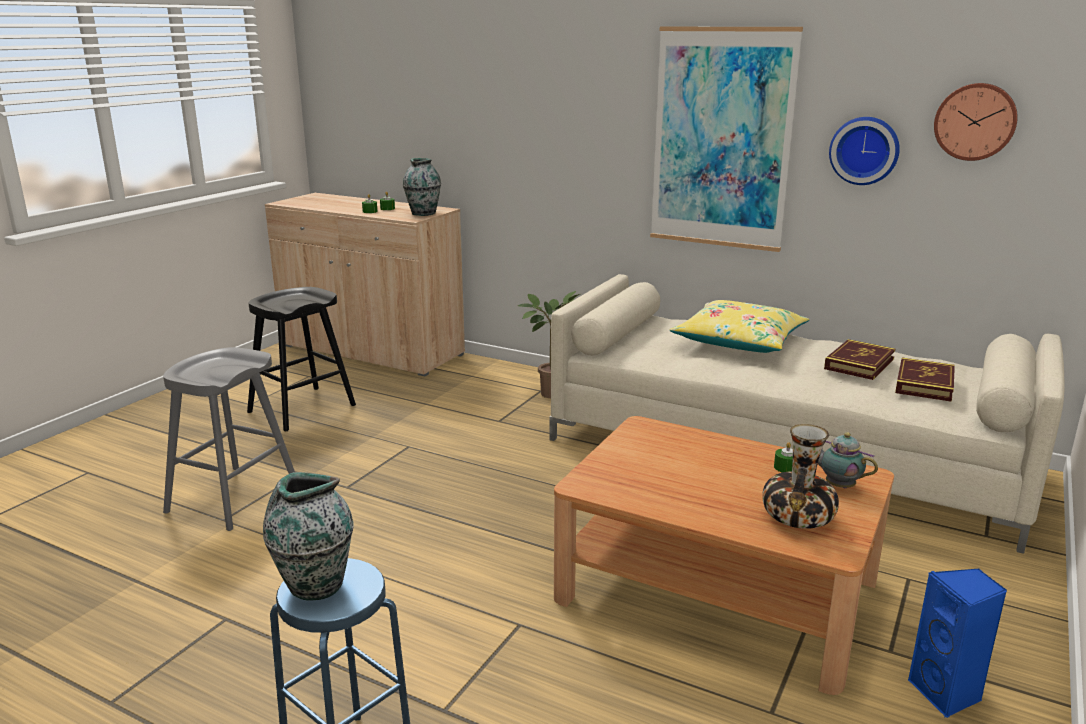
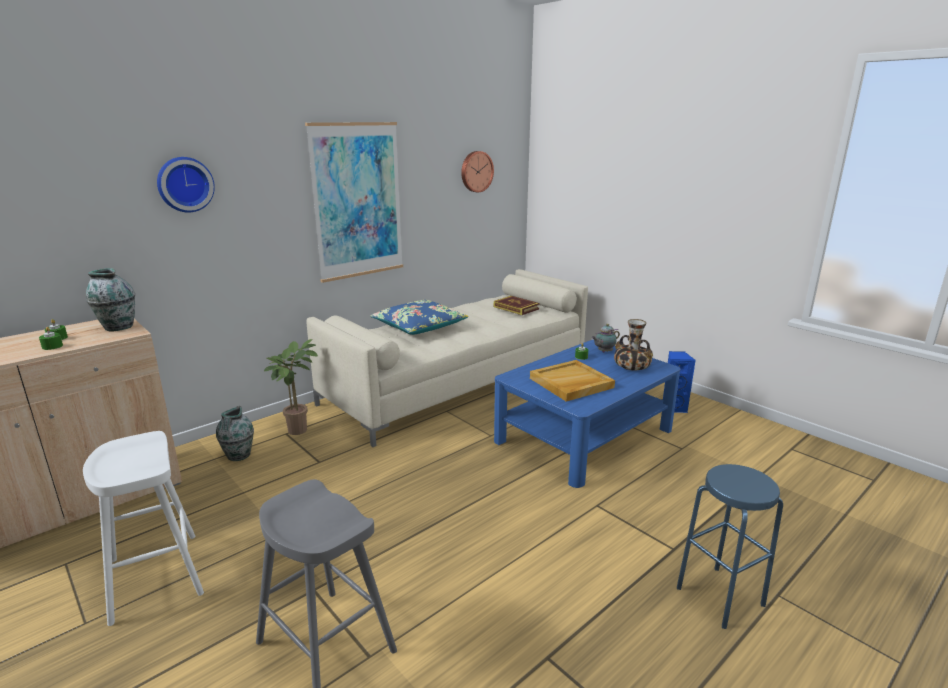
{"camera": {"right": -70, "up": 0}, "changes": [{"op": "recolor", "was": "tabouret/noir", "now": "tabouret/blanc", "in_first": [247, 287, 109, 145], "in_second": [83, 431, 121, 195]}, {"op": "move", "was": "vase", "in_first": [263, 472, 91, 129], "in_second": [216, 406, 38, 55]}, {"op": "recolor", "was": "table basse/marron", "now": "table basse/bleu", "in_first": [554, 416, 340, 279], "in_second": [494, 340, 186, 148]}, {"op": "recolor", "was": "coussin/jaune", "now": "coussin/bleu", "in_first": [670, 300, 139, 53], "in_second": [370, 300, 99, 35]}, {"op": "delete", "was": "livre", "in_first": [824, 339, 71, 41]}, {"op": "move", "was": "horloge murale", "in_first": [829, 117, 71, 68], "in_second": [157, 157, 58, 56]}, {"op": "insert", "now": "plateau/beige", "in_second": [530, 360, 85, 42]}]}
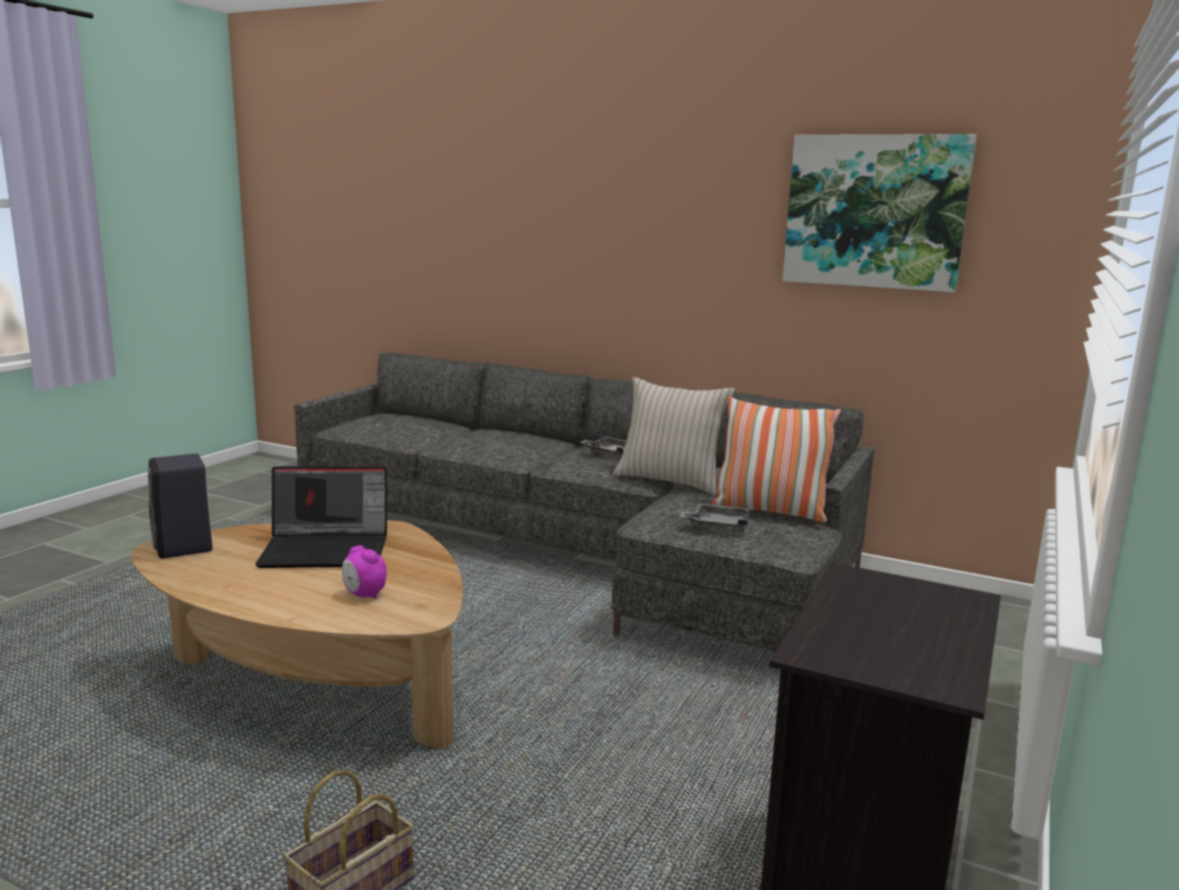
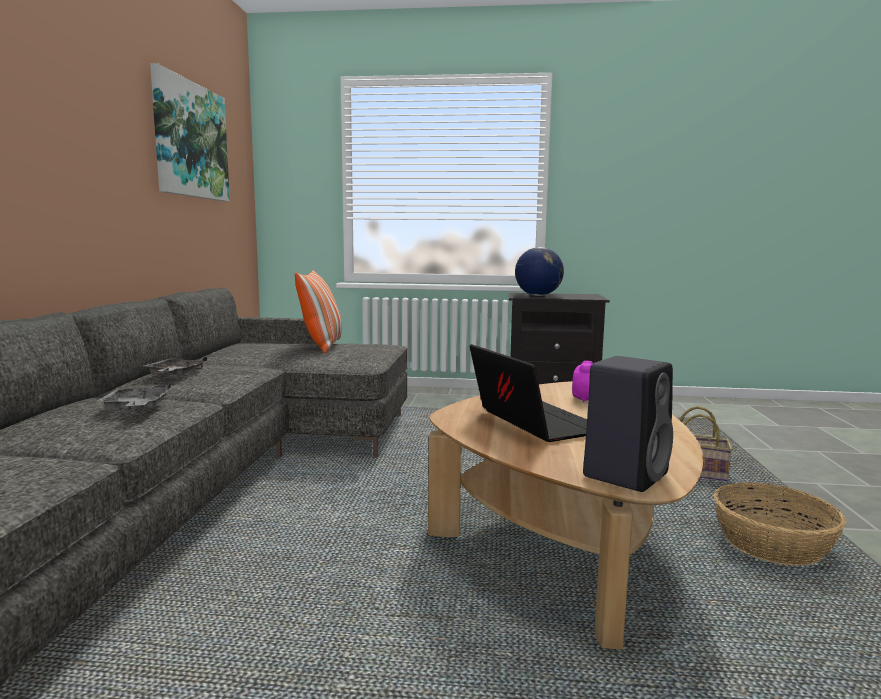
{"camera": {"right": -110, "up": -5}, "changes": [{"op": "delete", "was": "coussin/beige", "in_first": [613, 377, 122, 119]}, {"op": "move", "was": "plateau/gris", "in_first": [680, 503, 69, 29], "in_second": [95, 383, 76, 28]}, {"op": "insert", "now": "globe", "in_second": [515, 247, 49, 49]}, {"op": "insert", "now": "panier", "in_second": [713, 482, 134, 84]}]}
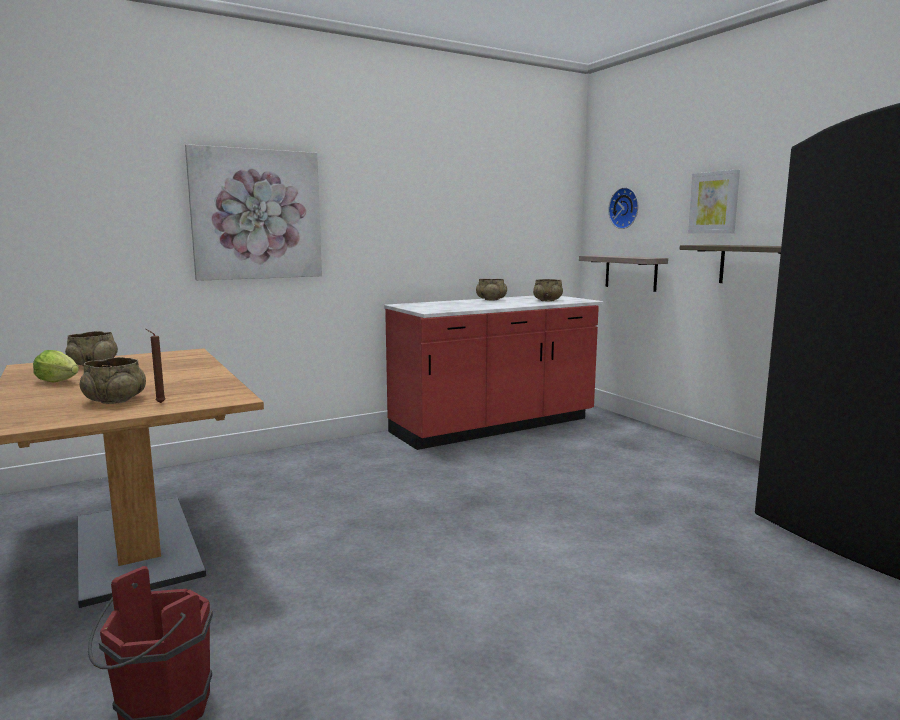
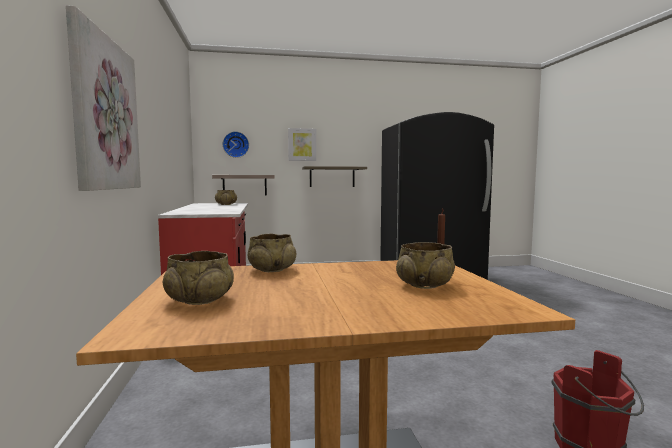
{"camera": {"right": -70, "up": -5}, "changes": [{"op": "delete", "was": "laitue", "in_first": [33, 350, 46, 33]}, {"op": "move", "was": "bol/beige", "in_first": [476, 279, 31, 22], "in_second": [248, 234, 48, 38]}]}
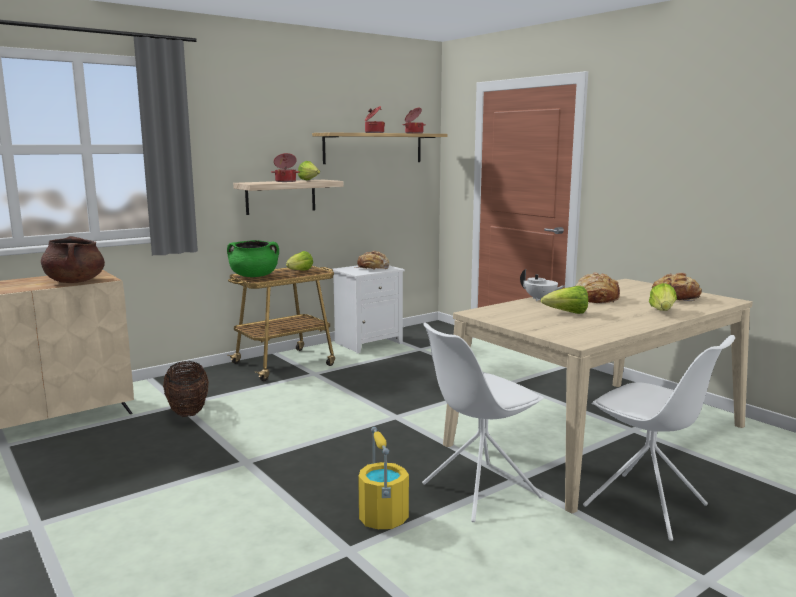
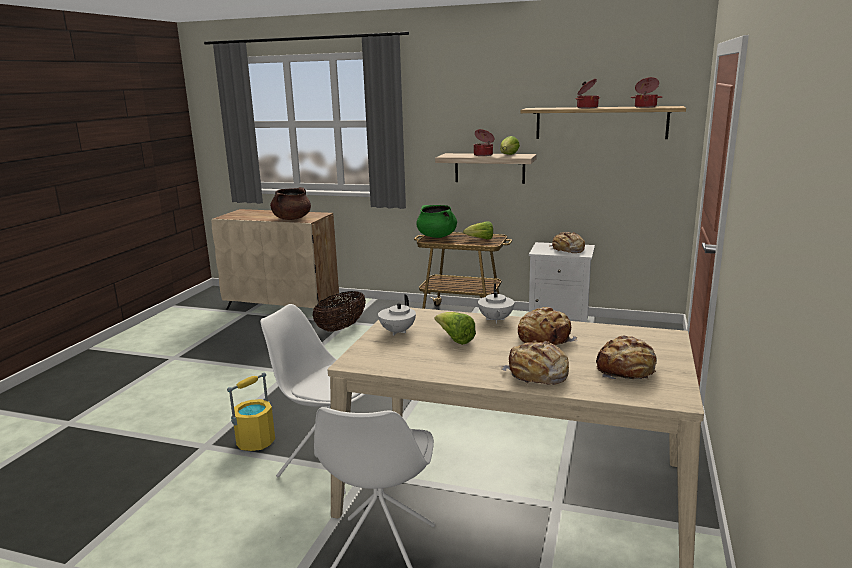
{"camera": {"right": 55, "up": 5}, "changes": [{"op": "replace", "was": "laitue", "now": "pain", "in_first": [649, 283, 28, 28], "in_second": [499, 340, 70, 45]}, {"op": "insert", "now": "théière/blanc", "in_second": [378, 294, 38, 42]}]}
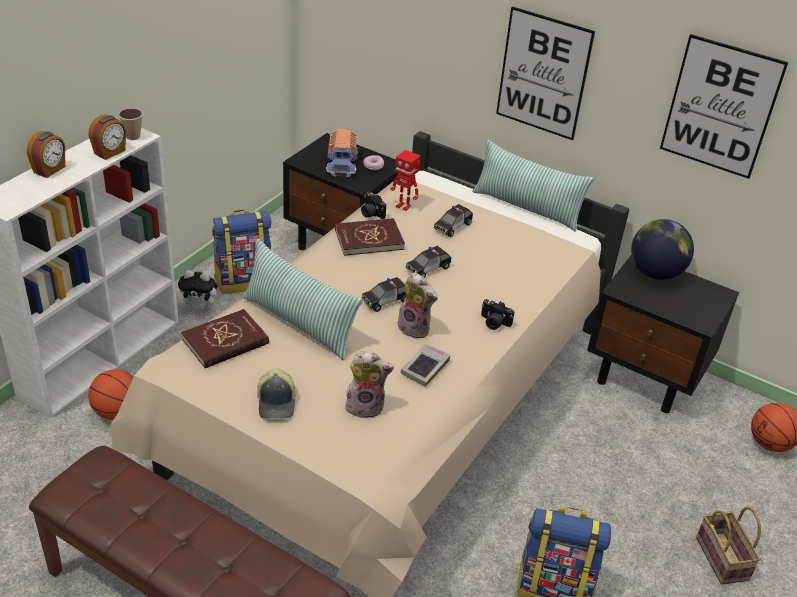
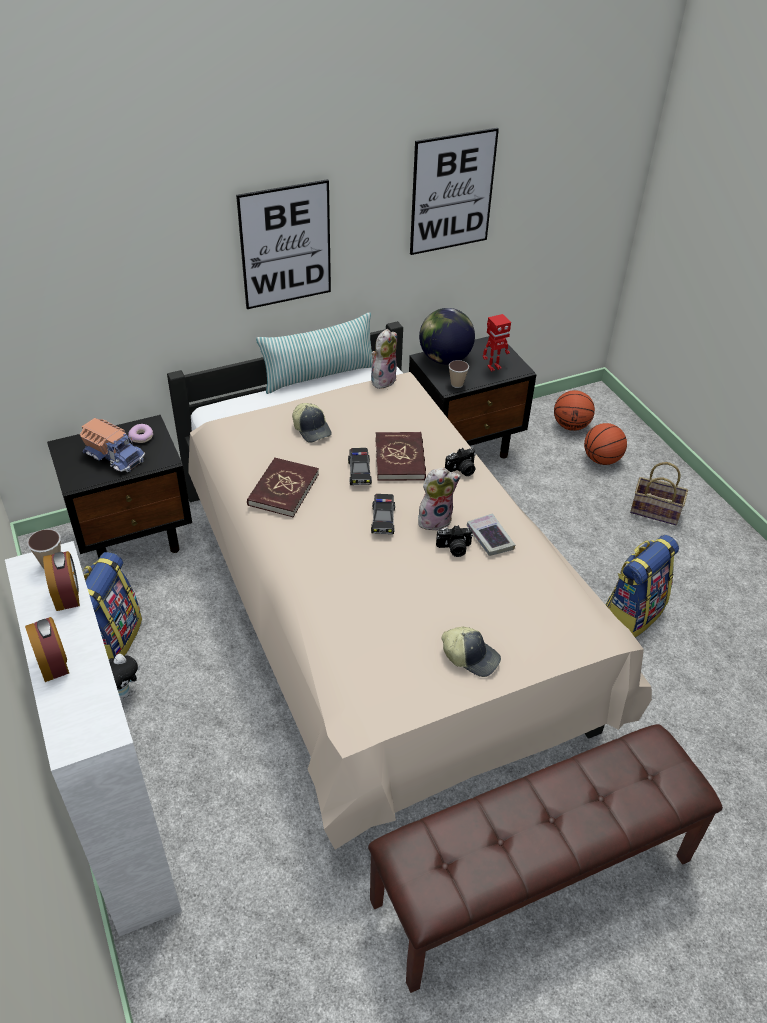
{"camera": {"right": -55, "up": 5}, "changes": [{"op": "move", "was": "ballon de basket", "in_first": [88, 370, 45, 50], "in_second": [584, 423, 43, 42]}, {"op": "move", "was": "livre/rouge", "in_first": [181, 309, 88, 59], "in_second": [375, 432, 51, 49]}, {"op": "delete", "was": "coussin", "in_first": [243, 239, 120, 122]}, {"op": "move", "was": "peluche", "in_first": [345, 351, 49, 68], "in_second": [371, 329, 26, 60]}, {"op": "move", "was": "appareil photo", "in_first": [361, 192, 25, 27], "in_second": [436, 525, 37, 32]}, {"op": "move", "was": "robot jouet", "in_first": [390, 150, 31, 61], "in_second": [483, 314, 28, 58]}, {"op": "replace", "was": "petite voiture", "now": "casquette", "in_first": [434, 204, 39, 33], "in_second": [292, 403, 40, 40]}, {"op": "insert", "now": "tasse", "in_second": [448, 360, 21, 28]}]}
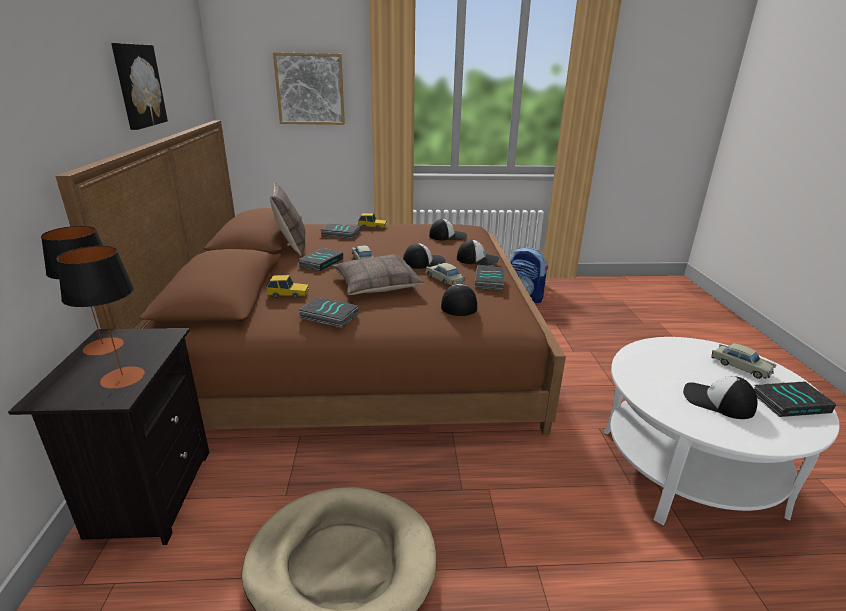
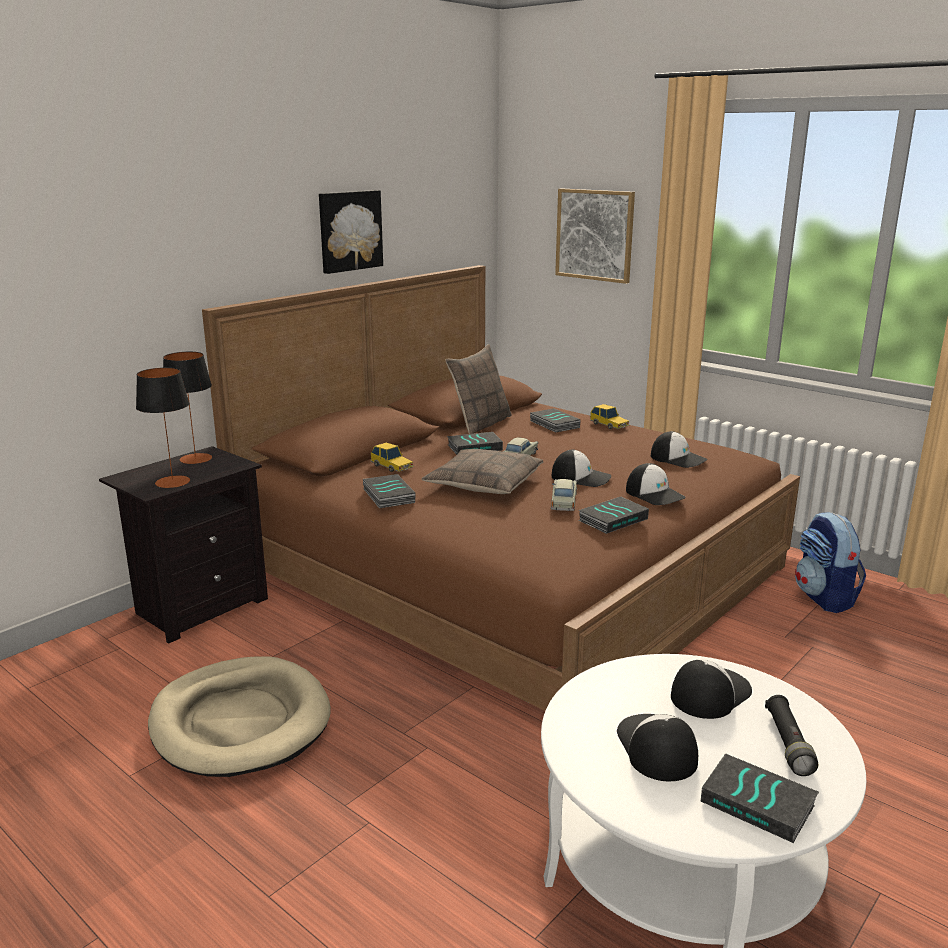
{"camera": {"right": 45, "up": -5}, "changes": [{"op": "move", "was": "casquette", "in_first": [441, 284, 36, 32], "in_second": [671, 659, 81, 60]}, {"op": "replace", "was": "petite voiture/beige", "now": "lampe de poche/noir", "in_first": [711, 343, 66, 36], "in_second": [765, 695, 53, 81]}]}
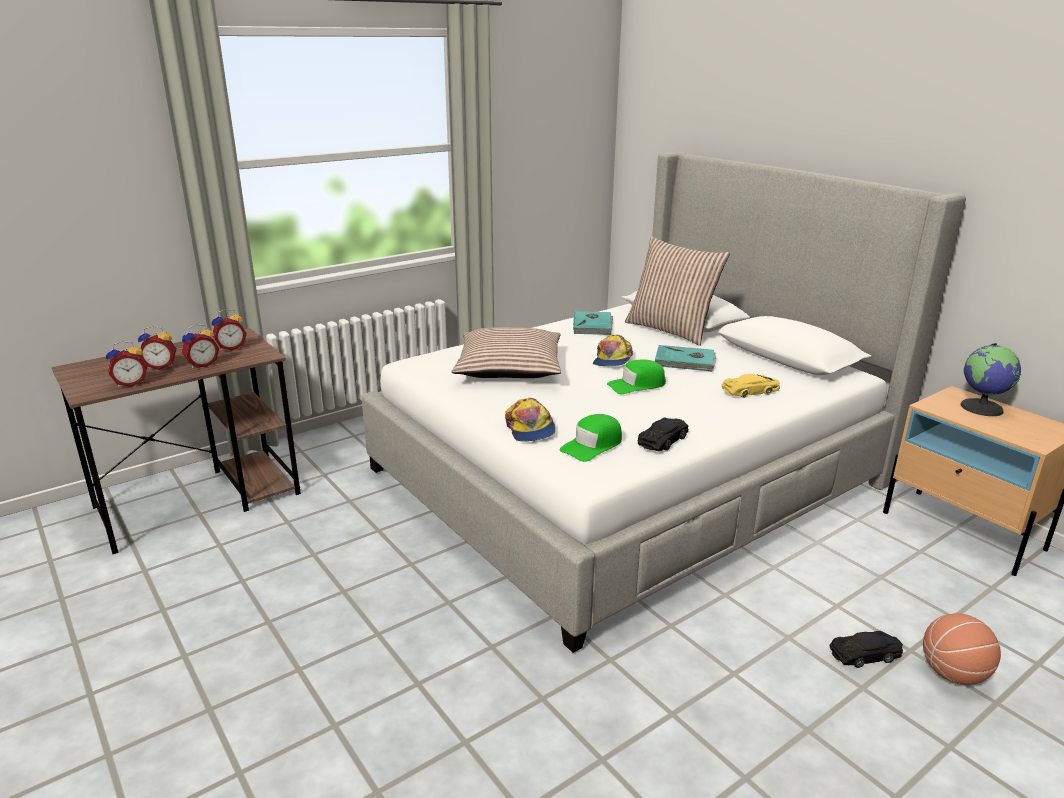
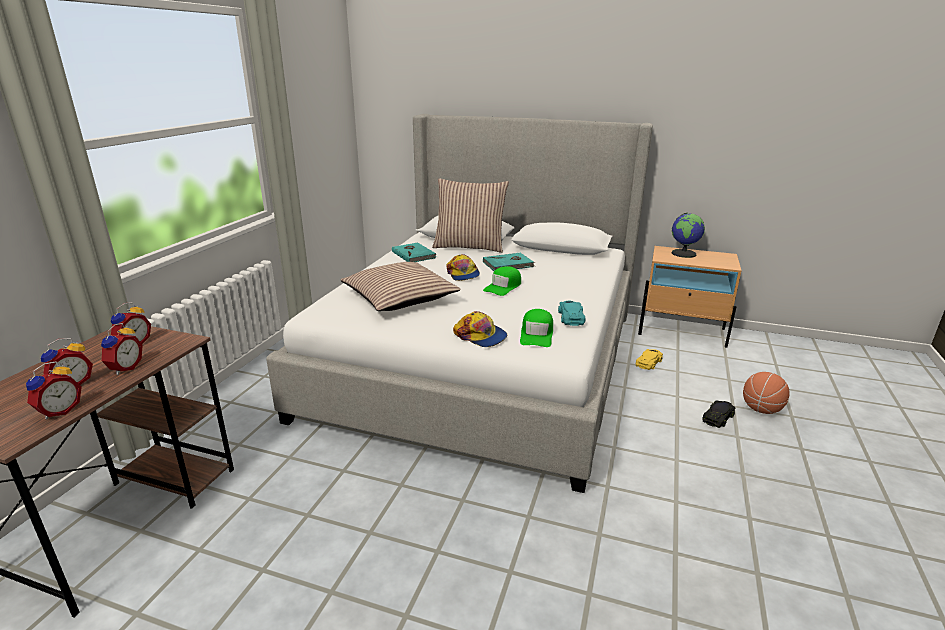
{"camera": {"right": -35, "up": 0}, "changes": [{"op": "recolor", "was": "petite voiture/noir", "now": "petite voiture/turquoise", "in_first": [638, 418, 50, 33], "in_second": [558, 301, 27, 25]}, {"op": "move", "was": "petite voiture/jaune", "in_first": [721, 374, 59, 24], "in_second": [636, 349, 27, 21]}]}
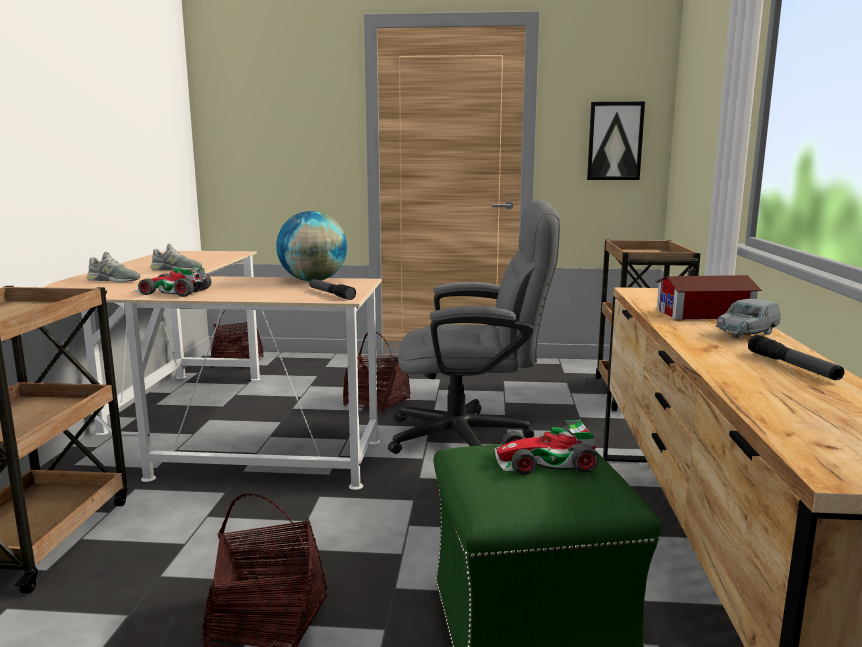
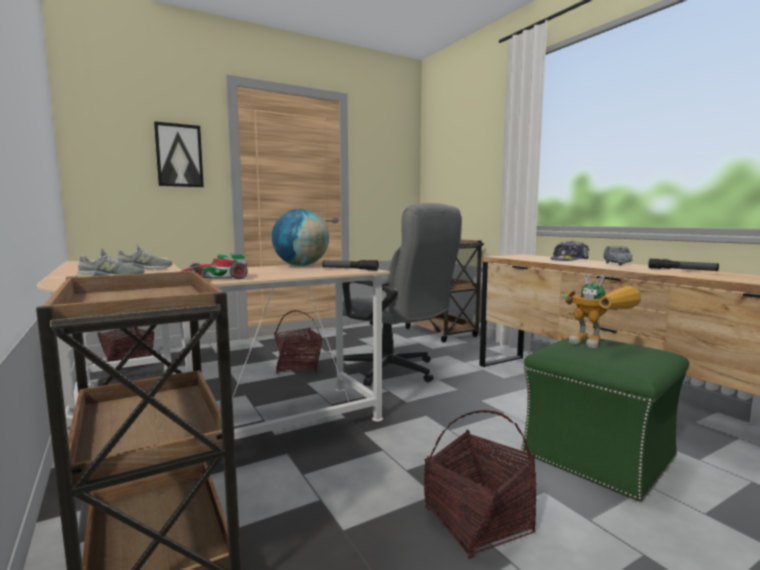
{"camera": {"right": -35, "up": -5}, "changes": [{"op": "rotate", "was": "chaise de bureau/gris", "in_first": [388, 200, 172, 254], "in_second": [335, 203, 127, 183], "clockwise": 75}, {"op": "replace", "was": "petite voiture", "now": "robot jouet", "in_first": [494, 420, 105, 55], "in_second": [563, 274, 79, 74]}, {"op": "move", "was": "tableau", "in_first": [587, 102, 58, 78], "in_second": [154, 121, 50, 66]}, {"op": "replace", "was": "maison miniature", "now": "casquette", "in_first": [656, 268, 106, 52], "in_second": [550, 241, 39, 20]}]}
